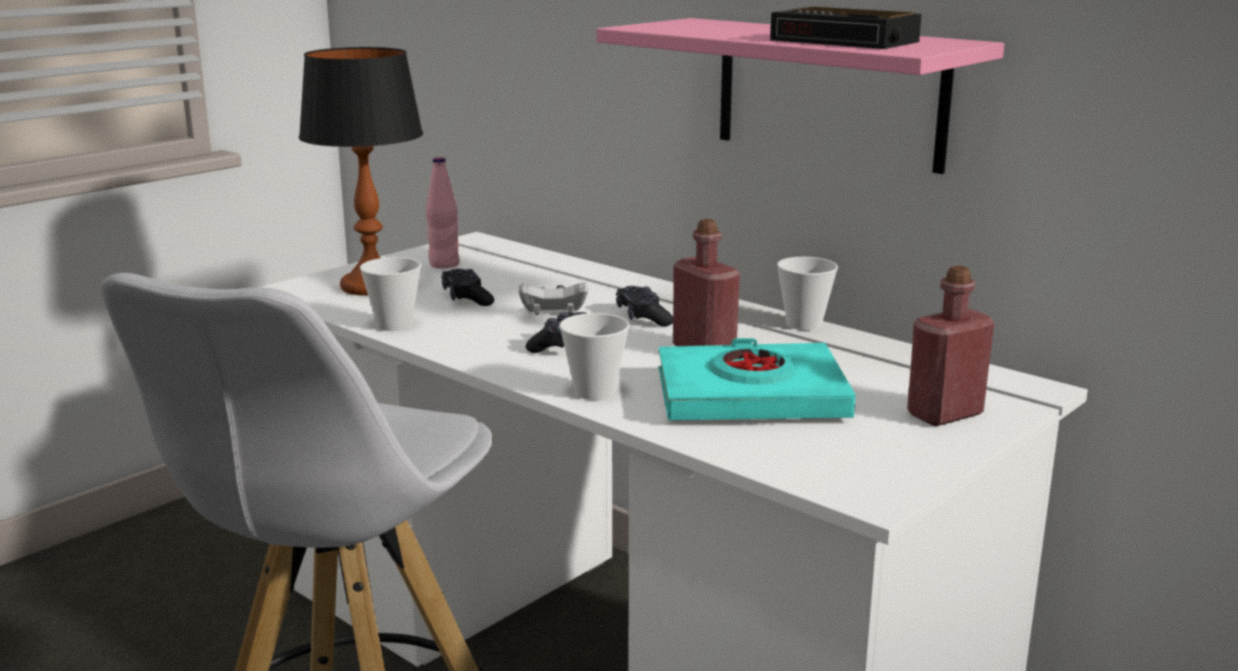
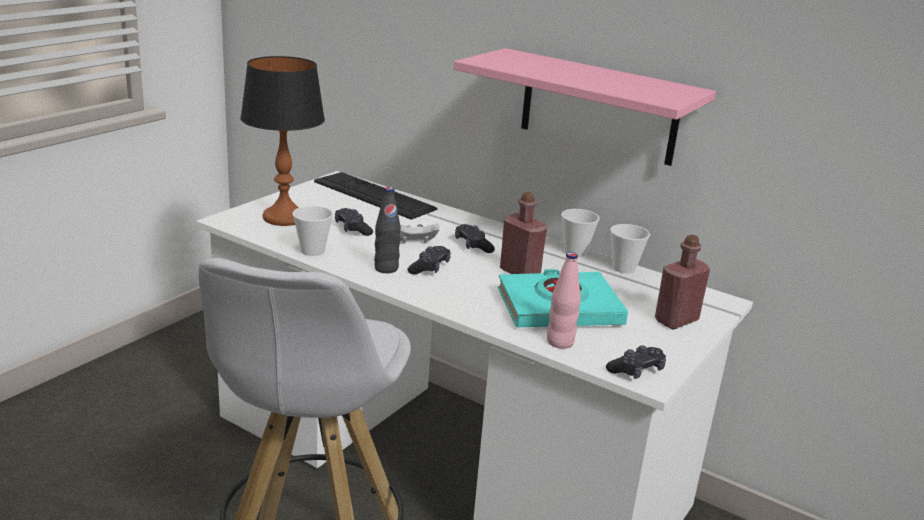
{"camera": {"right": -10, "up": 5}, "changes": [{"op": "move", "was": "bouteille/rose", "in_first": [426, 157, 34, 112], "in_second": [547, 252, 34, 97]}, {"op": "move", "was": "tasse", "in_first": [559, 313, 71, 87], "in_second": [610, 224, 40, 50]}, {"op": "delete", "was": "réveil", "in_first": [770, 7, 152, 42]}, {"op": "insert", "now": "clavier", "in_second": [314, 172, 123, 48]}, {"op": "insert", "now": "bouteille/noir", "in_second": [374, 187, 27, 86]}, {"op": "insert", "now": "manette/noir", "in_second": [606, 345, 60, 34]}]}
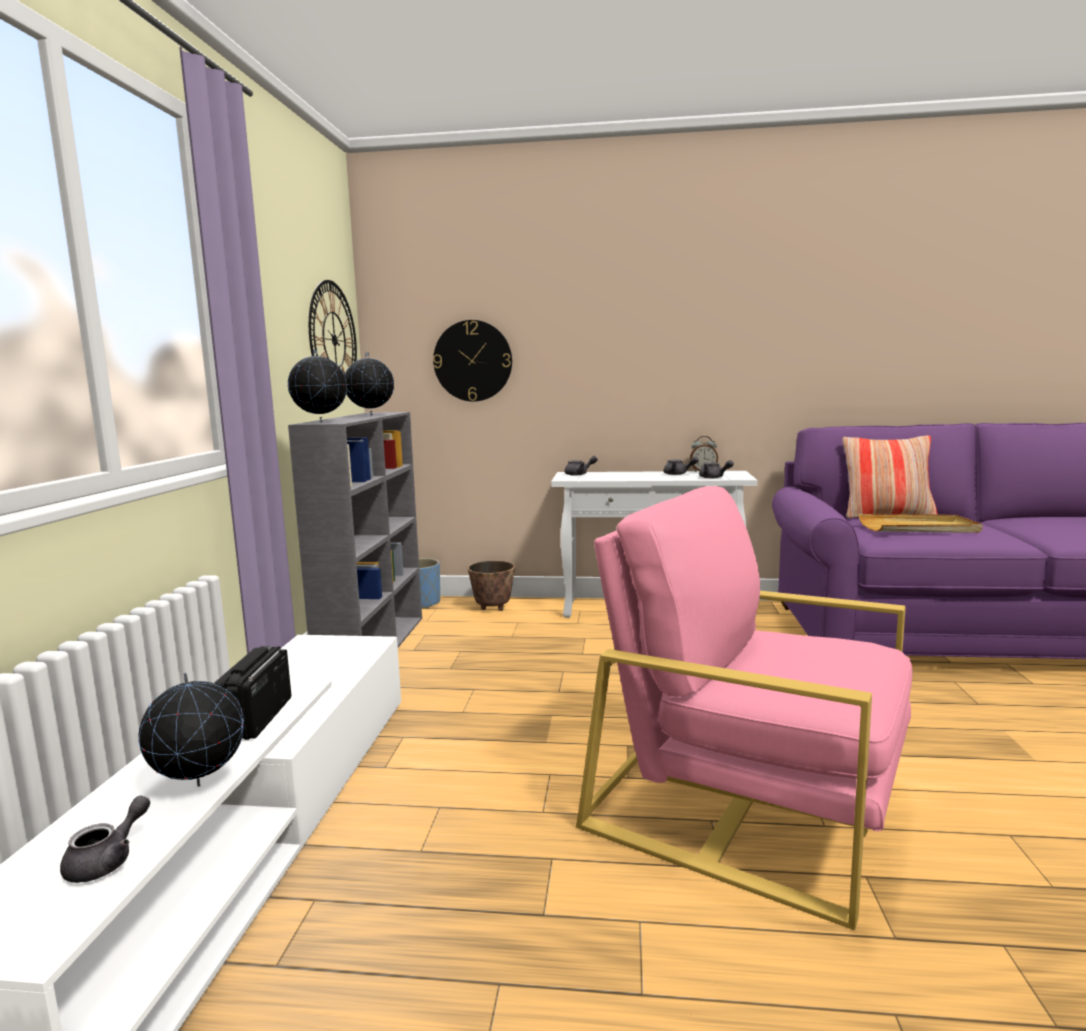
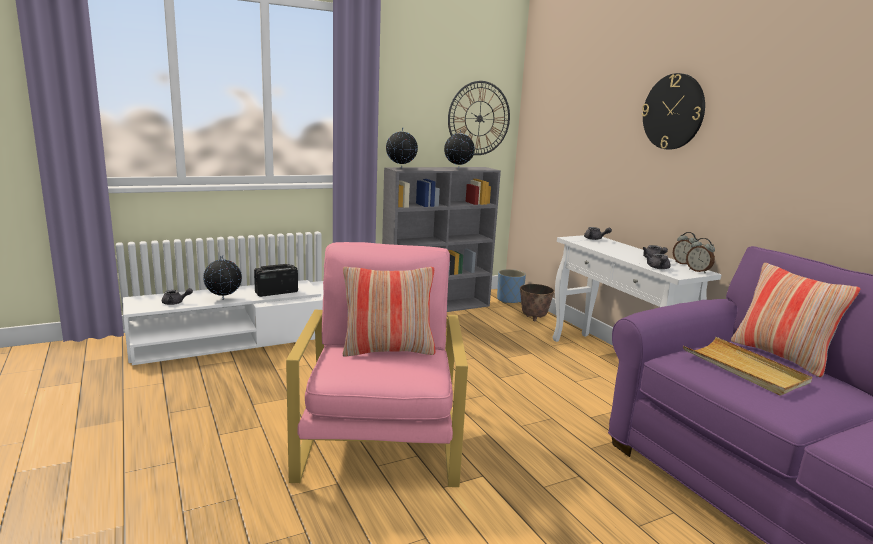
{"camera": {"right": 55, "up": 5}, "changes": [{"op": "move", "was": "horloge murale", "in_first": [433, 320, 79, 82], "in_second": [642, 73, 63, 77]}, {"op": "insert", "now": "coussin", "in_second": [342, 267, 94, 90]}, {"op": "insert", "now": "réveil", "in_second": [686, 238, 29, 35]}]}
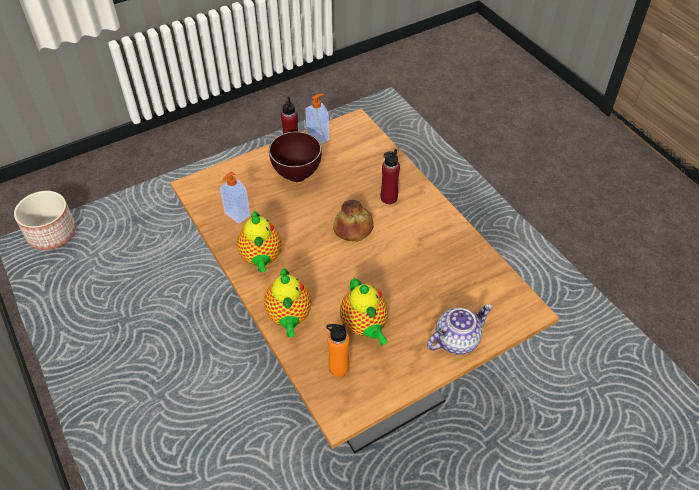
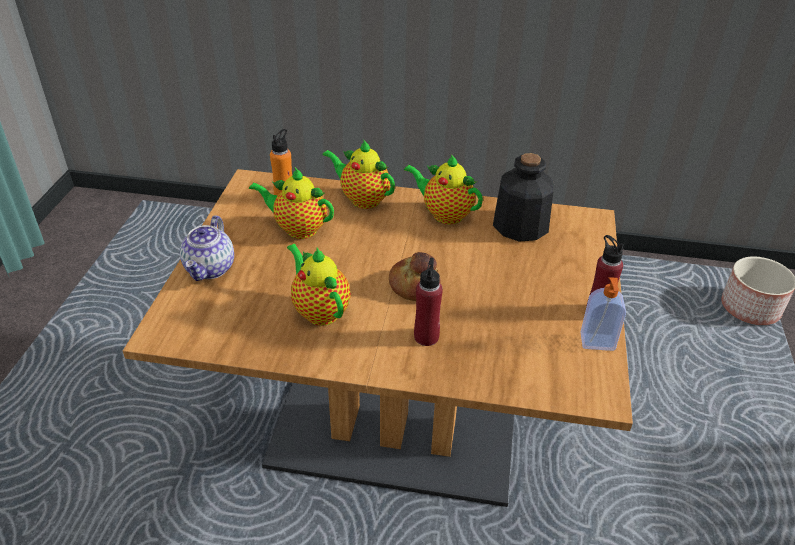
{"camera": {"right": 130, "up": -10}, "changes": [{"op": "replace", "was": "distributeur de savon", "now": "bouteille", "in_first": [220, 171, 30, 53], "in_second": [493, 153, 61, 88]}, {"op": "delete", "was": "bol/marron", "in_first": [269, 131, 53, 51]}, {"op": "insert", "now": "théière", "in_second": [287, 244, 64, 82]}]}
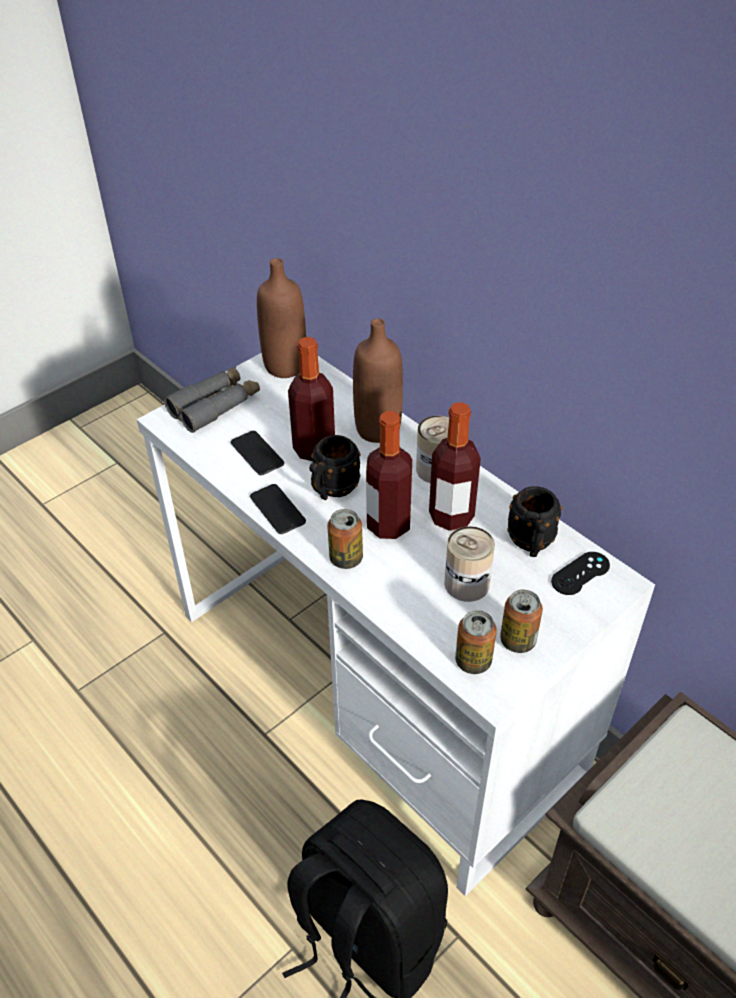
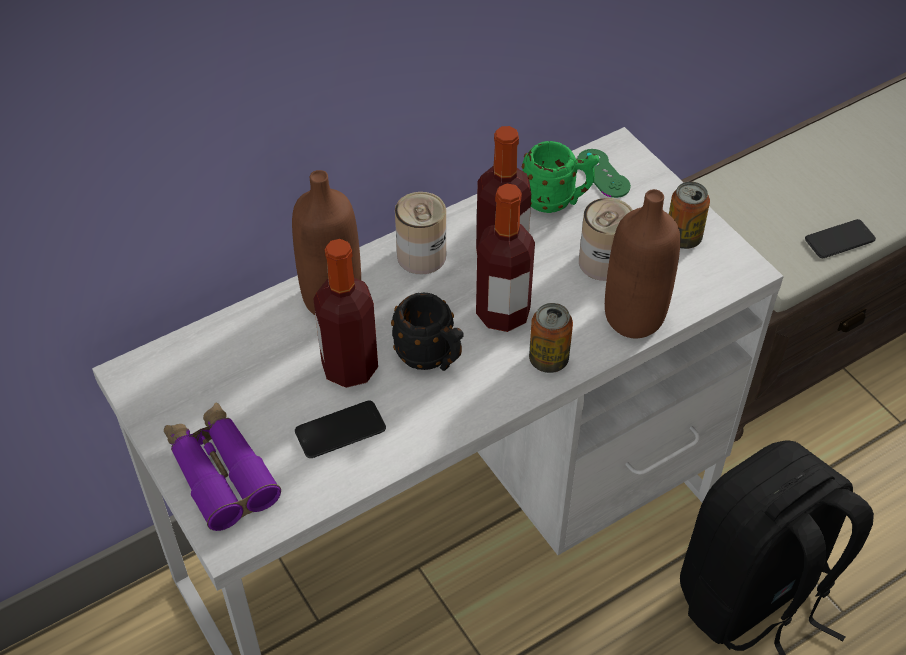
{"camera": {"right": -80, "up": 5}, "changes": [{"op": "recolor", "was": "jumelles/gris", "now": "jumelles/violet", "in_first": [164, 367, 96, 66], "in_second": [164, 402, 117, 129]}, {"op": "move", "was": "téléphone", "in_first": [250, 484, 56, 50], "in_second": [805, 219, 71, 39]}, {"op": "move", "was": "bouteille/marron", "in_first": [257, 258, 49, 120], "in_second": [605, 189, 75, 149]}, {"op": "delete", "was": "boîte métallique", "in_first": [455, 610, 42, 64]}, {"op": "recolor", "was": "mug/noir", "now": "mug/vert", "in_first": [507, 486, 55, 71], "in_second": [522, 141, 77, 72]}, {"op": "recolor", "was": "manette/noir", "now": "manette/vert", "in_first": [551, 552, 59, 43], "in_second": [577, 149, 54, 49]}]}
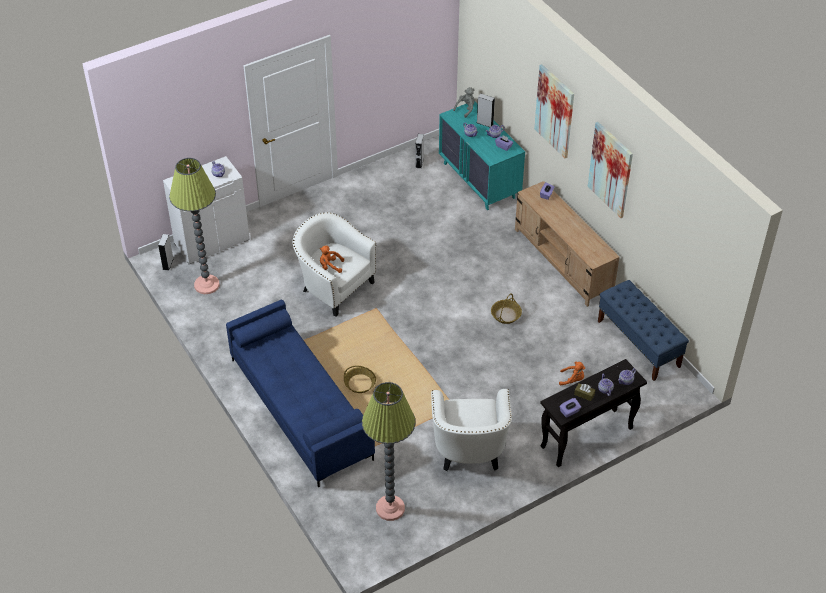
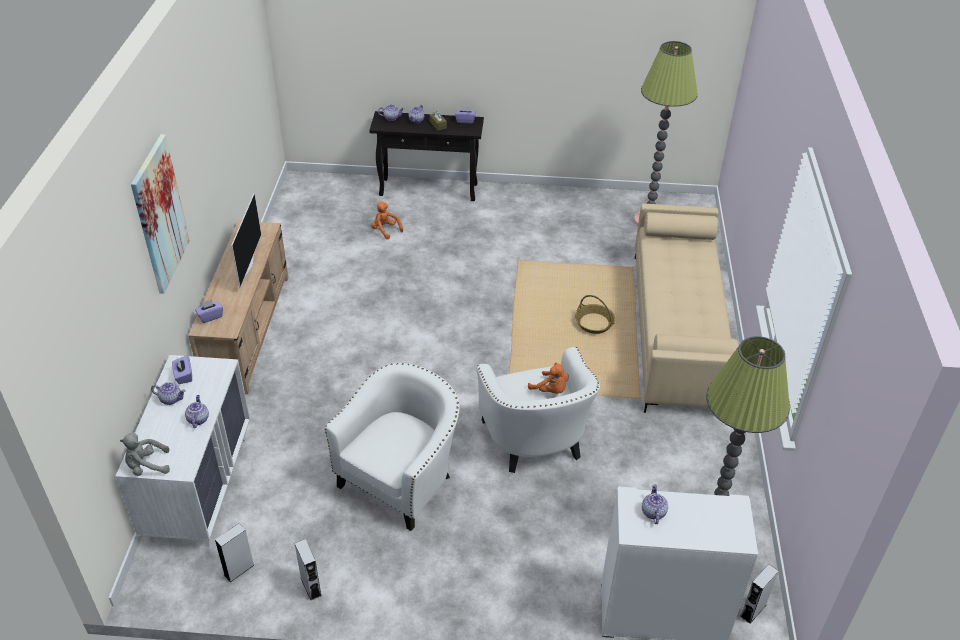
{"camera": {"right": -145, "up": -5}, "changes": [{"op": "recolor", "was": "canapé/bleu", "now": "canapé/beige", "in_first": [226, 300, 149, 188], "in_second": [635, 203, 103, 210]}, {"op": "move", "was": "fauteuil/blanc", "in_first": [431, 389, 81, 82], "in_second": [325, 363, 135, 168]}, {"op": "recolor", "was": "commode/turquoise", "now": "commode/blanc", "in_first": [439, 102, 86, 108], "in_second": [116, 355, 134, 192]}, {"op": "move", "was": "enceinte/gris", "in_first": [477, 94, 18, 33], "in_second": [294, 539, 28, 61]}, {"op": "delete", "was": "panier", "in_first": [491, 293, 31, 31]}, {"op": "delete", "was": "tableau", "in_first": [588, 122, 45, 96]}, {"op": "delete", "was": "banc/bleu", "in_first": [598, 280, 91, 101]}, {"op": "insert", "now": "téléviseur", "in_second": [231, 193, 31, 95]}]}
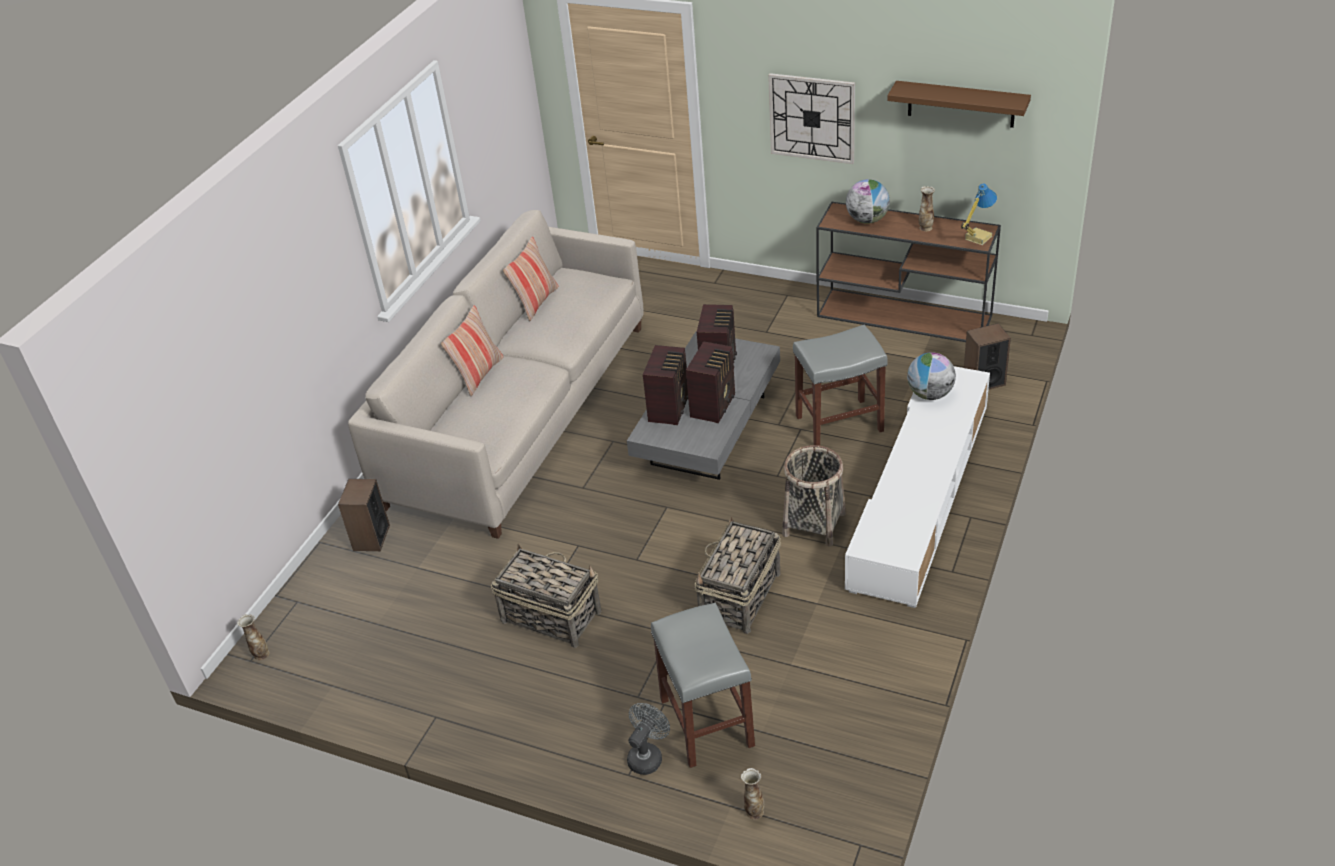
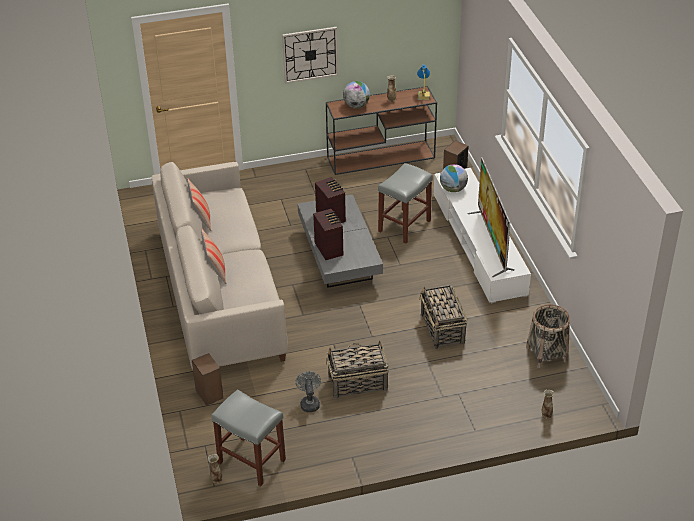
{"camera": {"right": -40, "up": 0}, "changes": [{"op": "move", "was": "ventilateur/gris", "in_first": [627, 703, 43, 72], "in_second": [295, 371, 26, 41]}, {"op": "move", "was": "tabouret/gris", "in_first": [651, 603, 104, 165], "in_second": [211, 389, 75, 97]}, {"op": "delete", "was": "radio", "in_first": [686, 341, 49, 82]}, {"op": "move", "was": "panier", "in_first": [782, 445, 64, 102], "in_second": [526, 304, 44, 64]}, {"op": "delete", "was": "étagère/marron", "in_first": [887, 81, 144, 47]}, {"op": "insert", "now": "téléviseur", "in_second": [468, 157, 47, 120]}]}
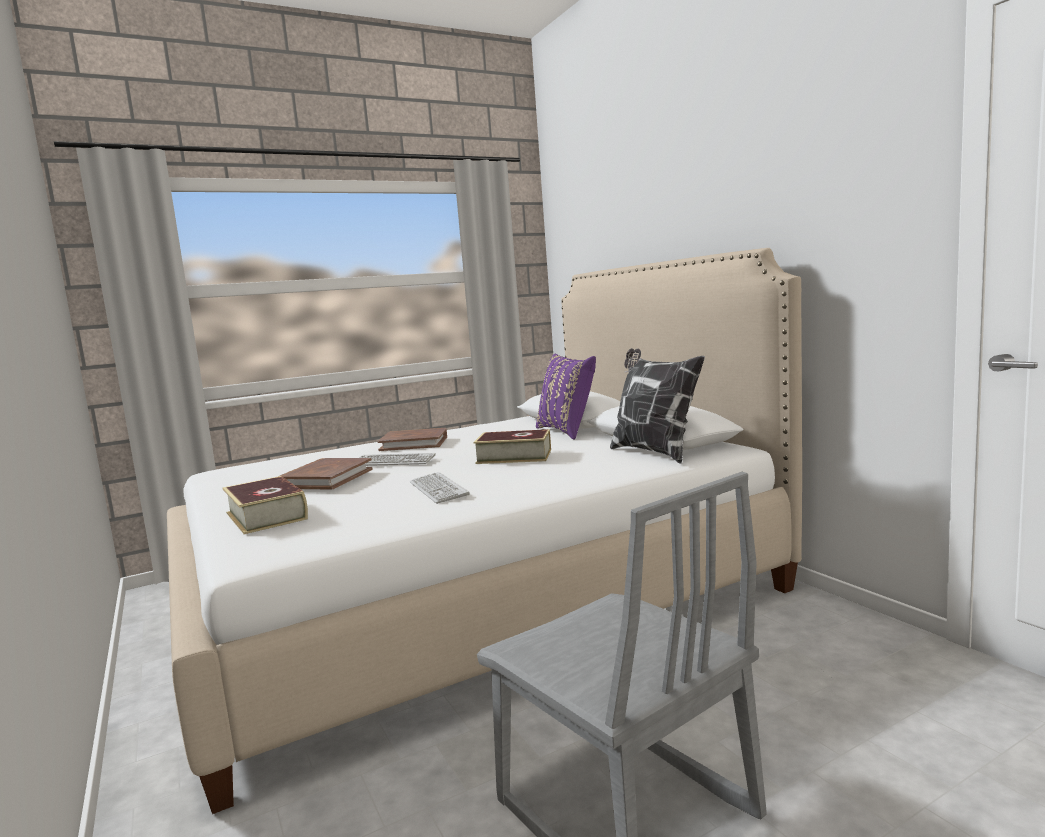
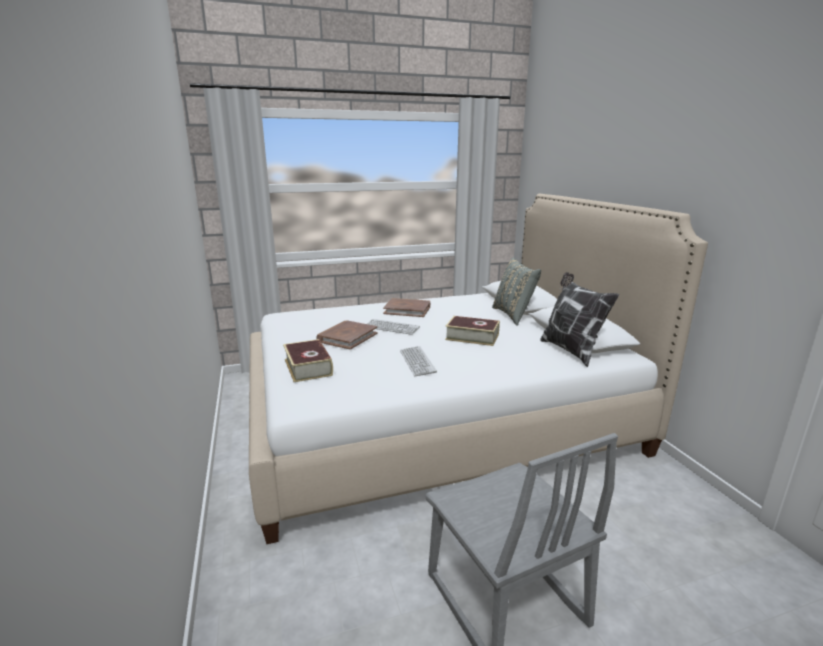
{"camera": {"right": 10, "up": 10}, "changes": [{"op": "recolor", "was": "coussin/violet", "now": "coussin/gris", "in_first": [536, 354, 60, 86], "in_second": [492, 257, 49, 69]}]}
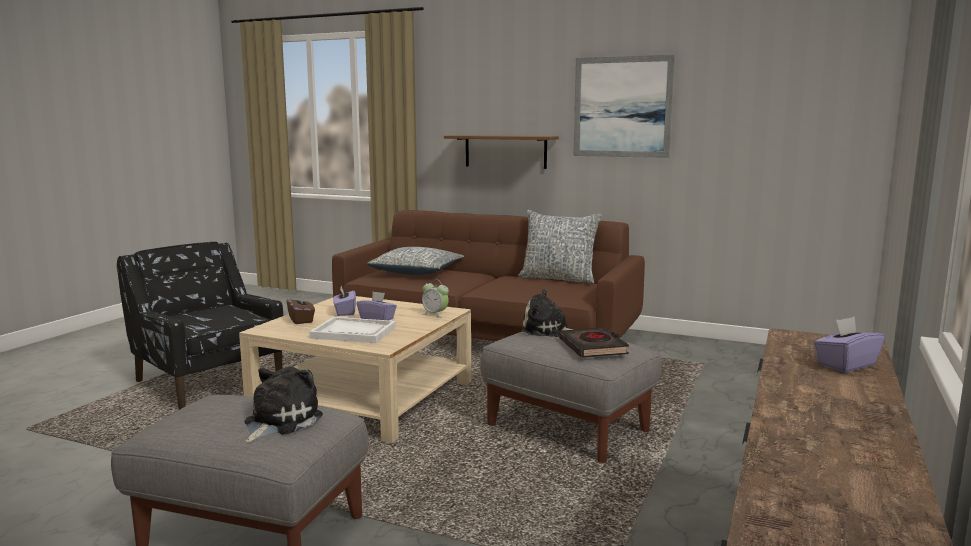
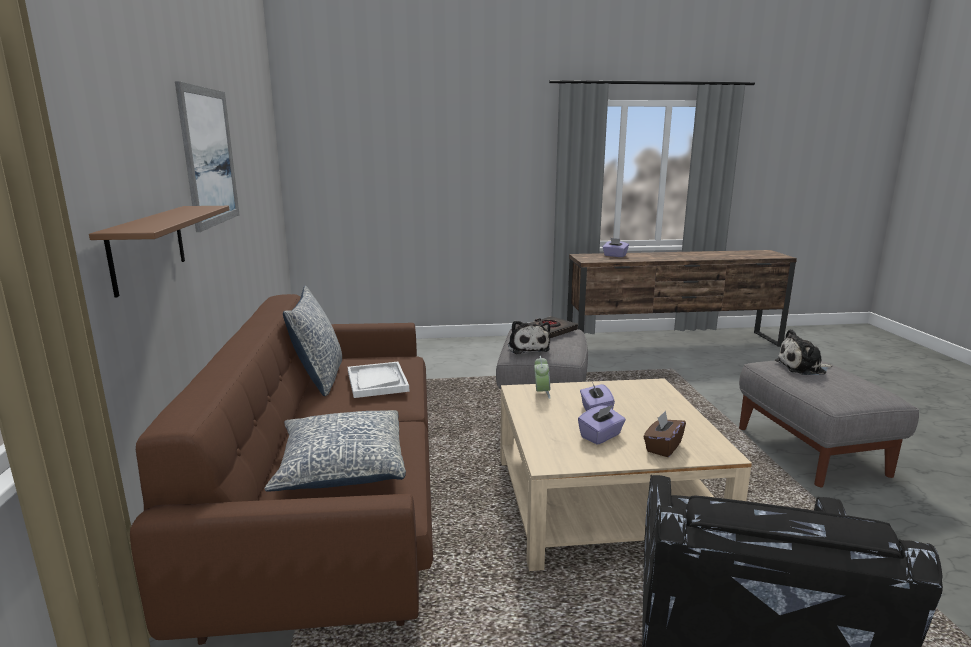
{"camera": {"right": -120, "up": 5}, "changes": [{"op": "move", "was": "plateau/blanc", "in_first": [309, 317, 87, 26], "in_second": [348, 362, 61, 36]}]}
